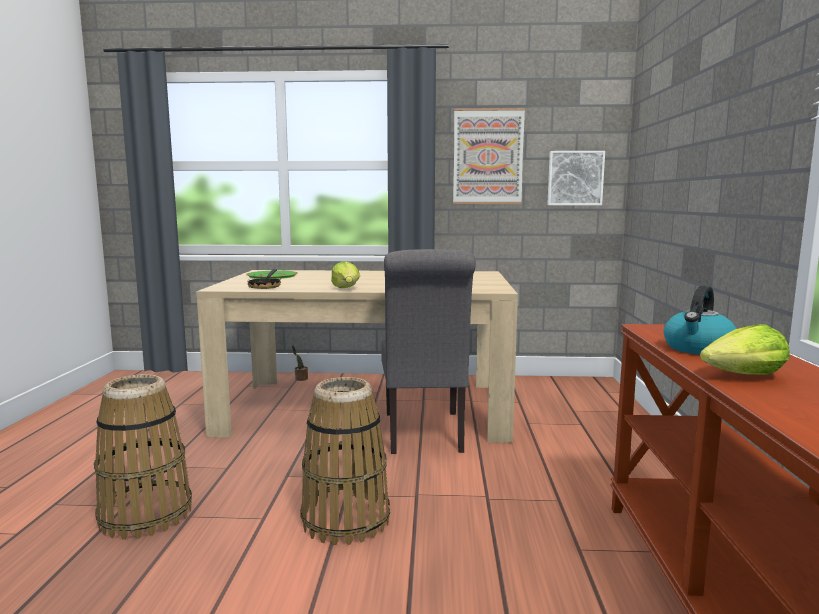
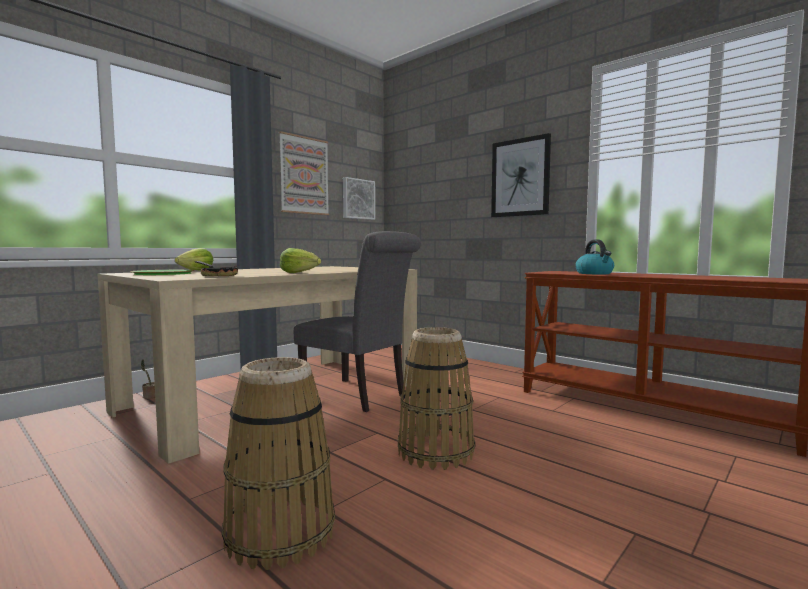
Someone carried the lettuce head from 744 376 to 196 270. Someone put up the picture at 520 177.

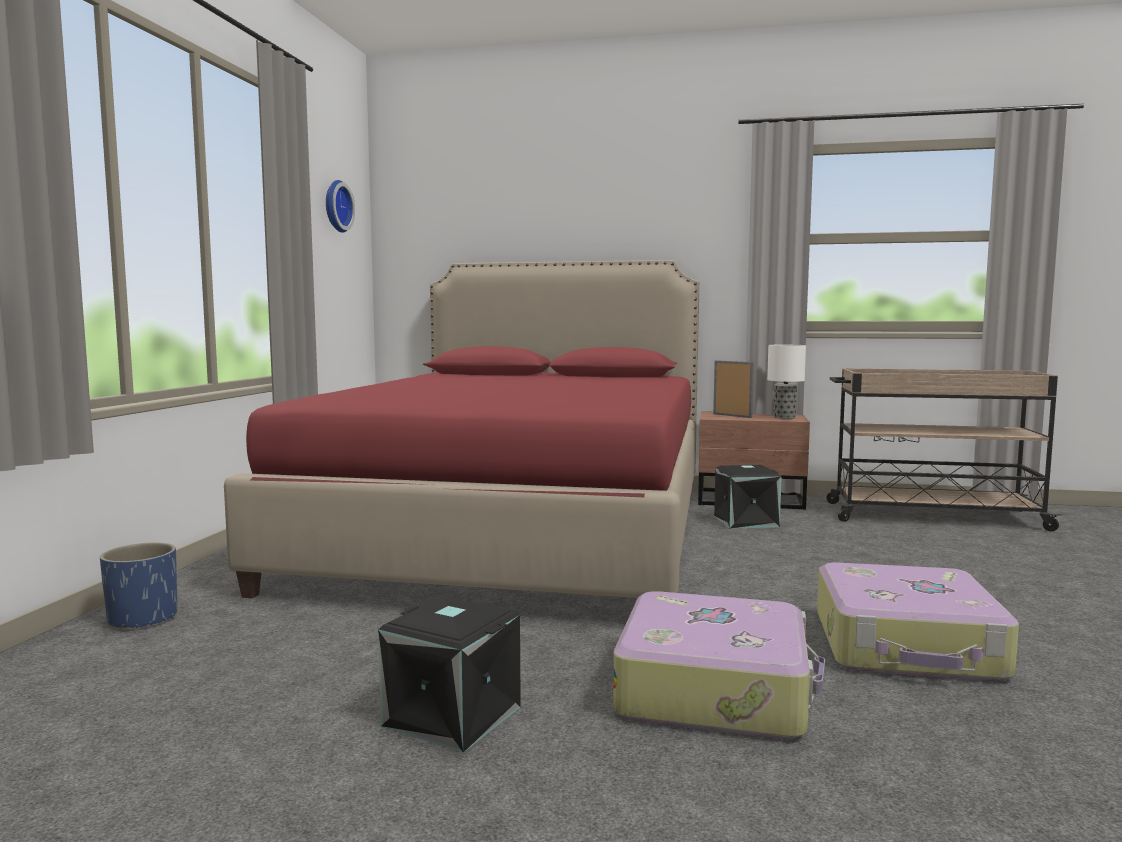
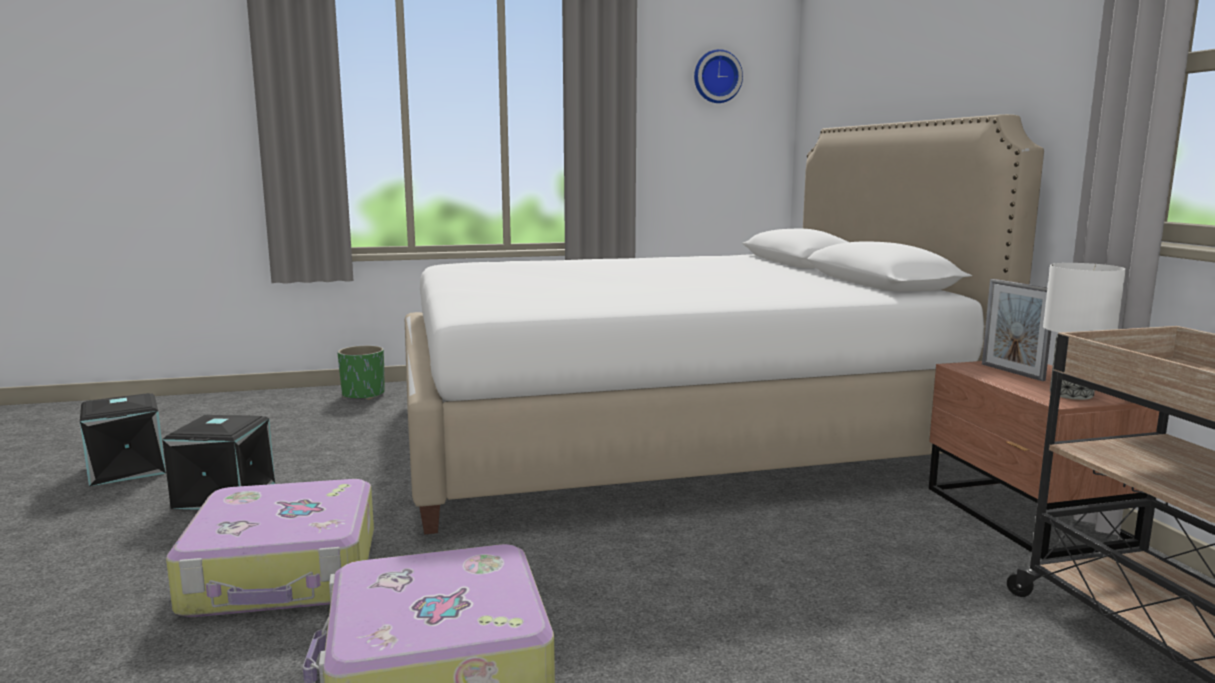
Someone repainted the bluish planter at 143 619, which became the green planter at 363 394. Someone repainted the reddish bed at 518 531, which became the whitish bed at 668 433. Someone rotated the standing frame at 732 416 by 135 degrees clockwise. Someone carried the blackish storage container from 746 521 to 129 469.

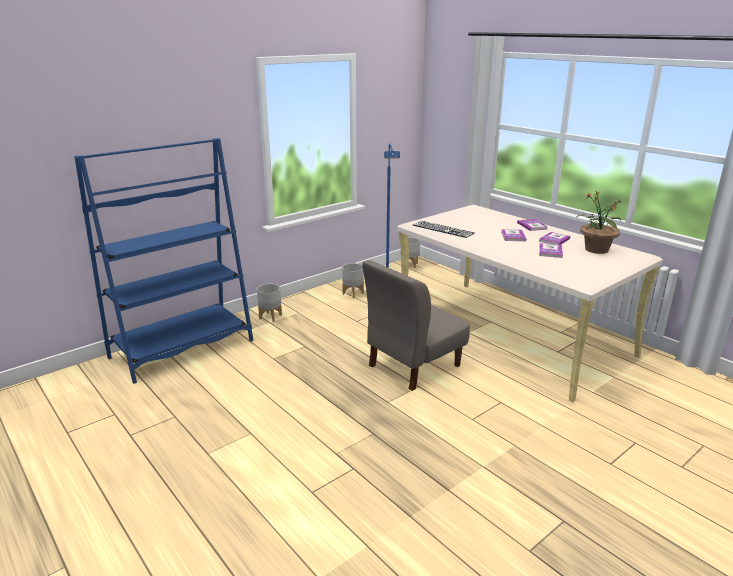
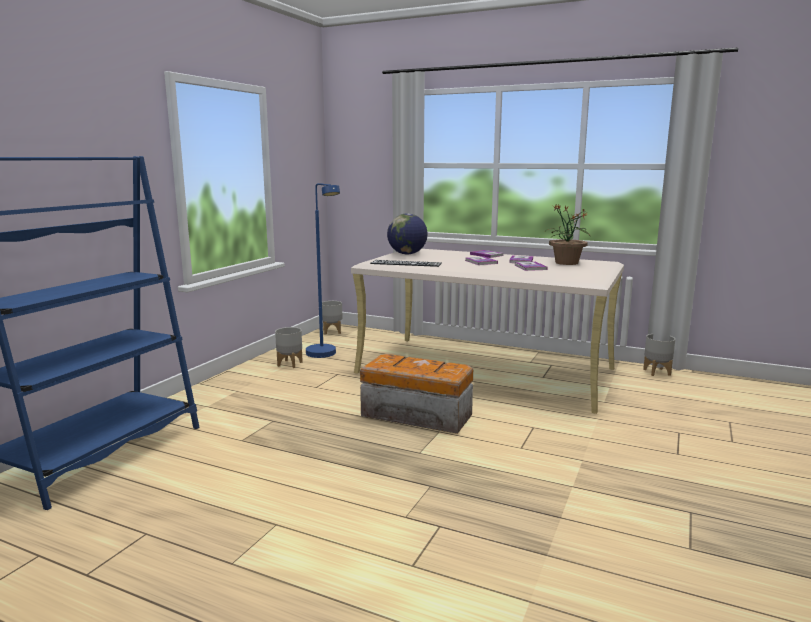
Someone carried the gray planter from 270 316 to 656 372. Someone swapped the gray chair at 413 365 for the storage container at 416 414. Someone put down the world globe at 407 254.

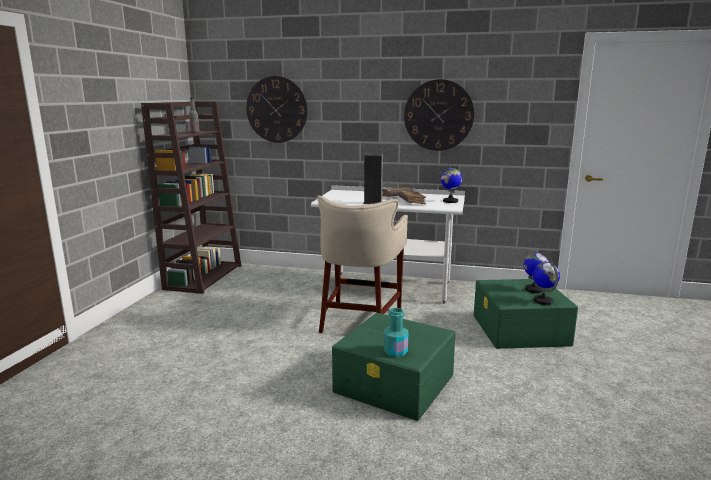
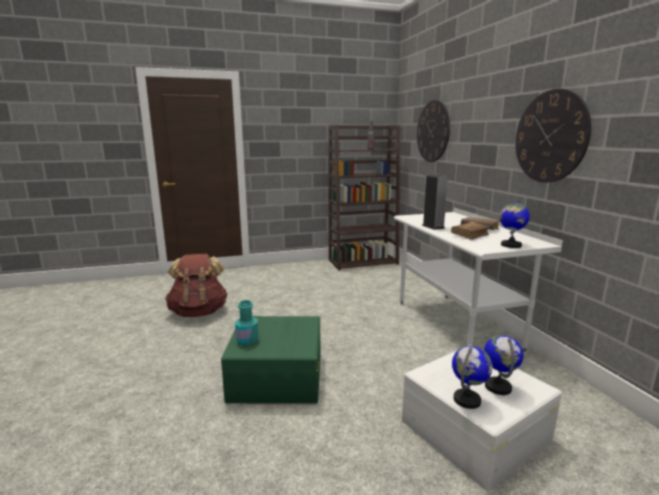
Someone took away the sand-coloured sitting stool at 360 320. Someone repainted the green storage container at 520 330, which became the whitish storage container at 473 430. Someone put down the brown-coloured backpack at 199 312.

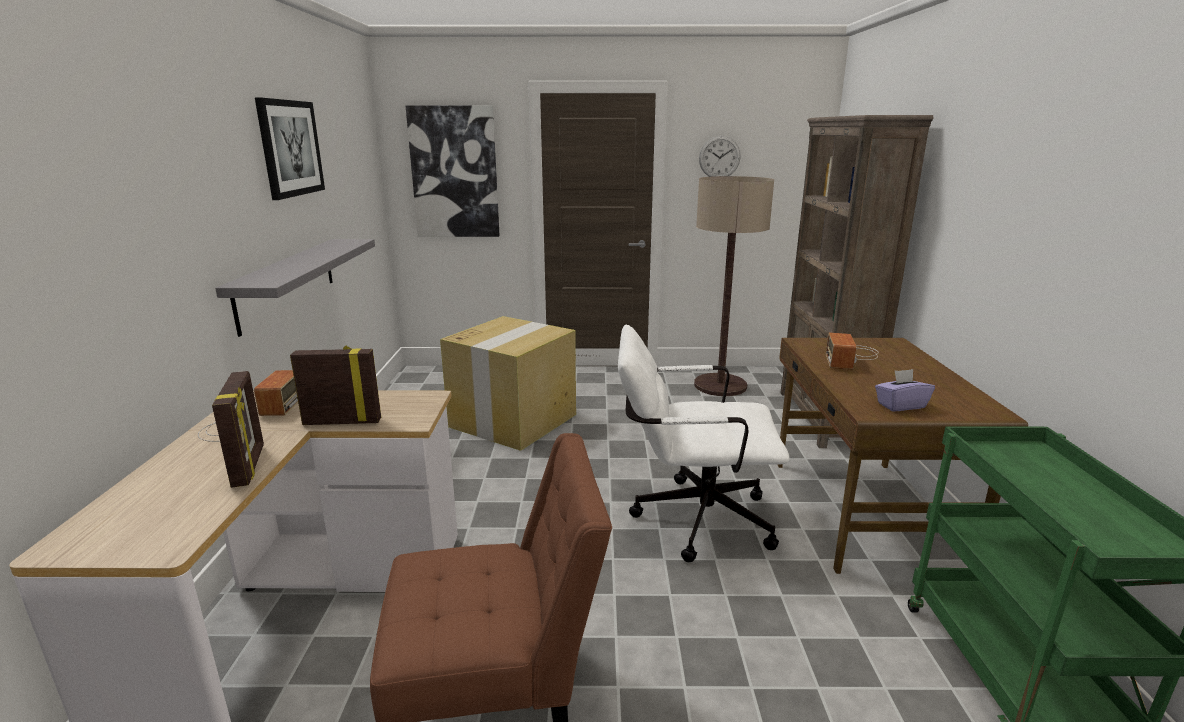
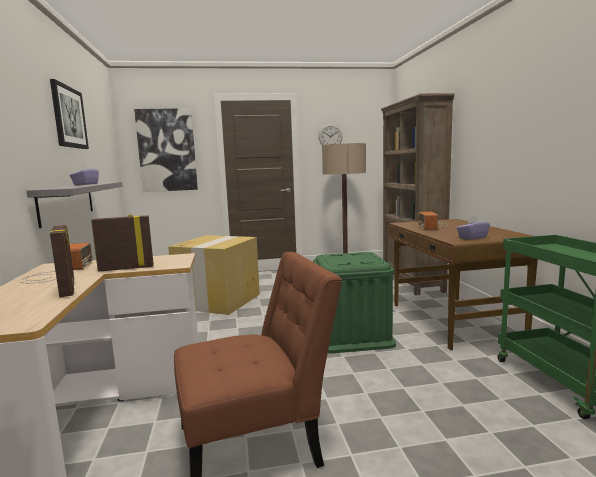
Someone swapped the whitish computer chair at 690 518 for the green storage container at 352 335. Someone put down the purple box of tissues at 85 184.

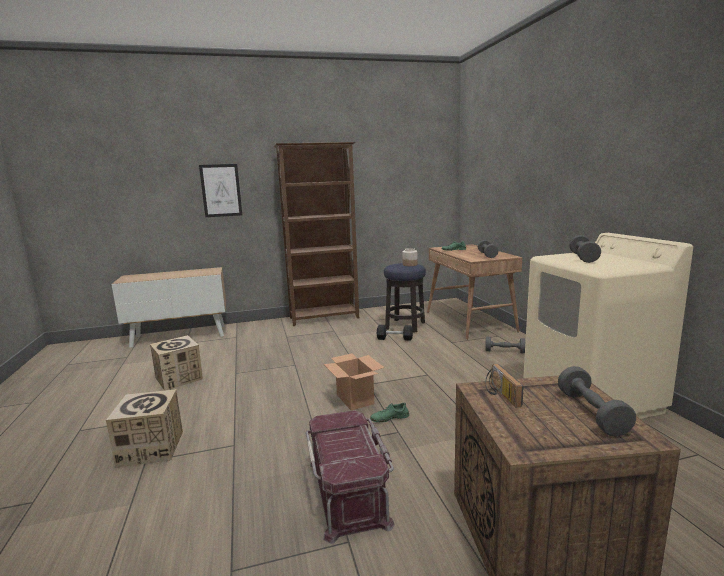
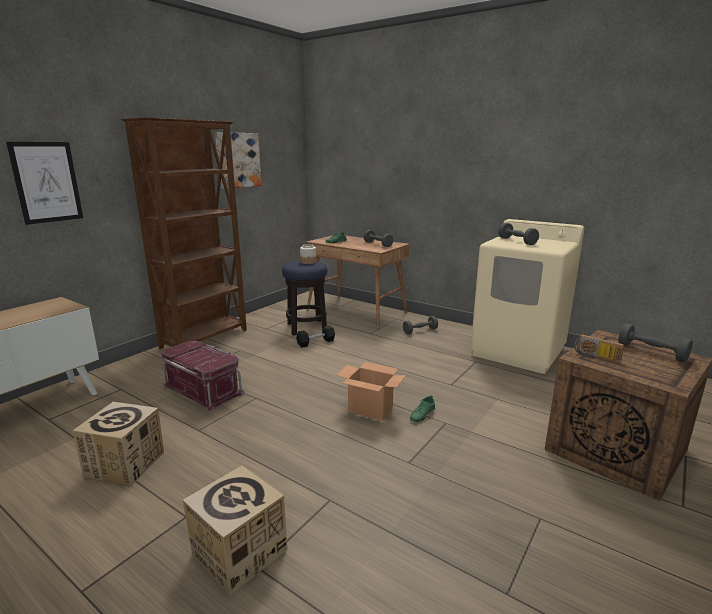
Someone carried the reddish storage container from 349 491 to 204 389. Someone put up the picture at 238 160.

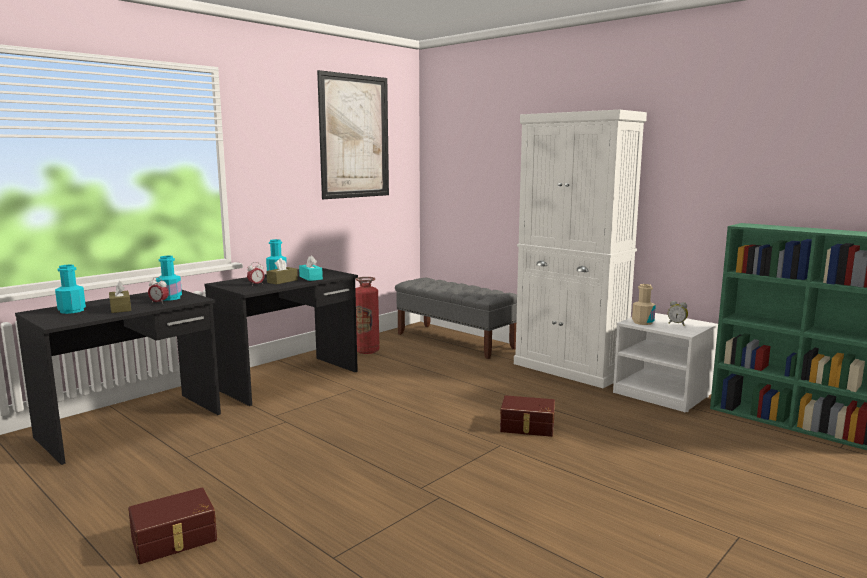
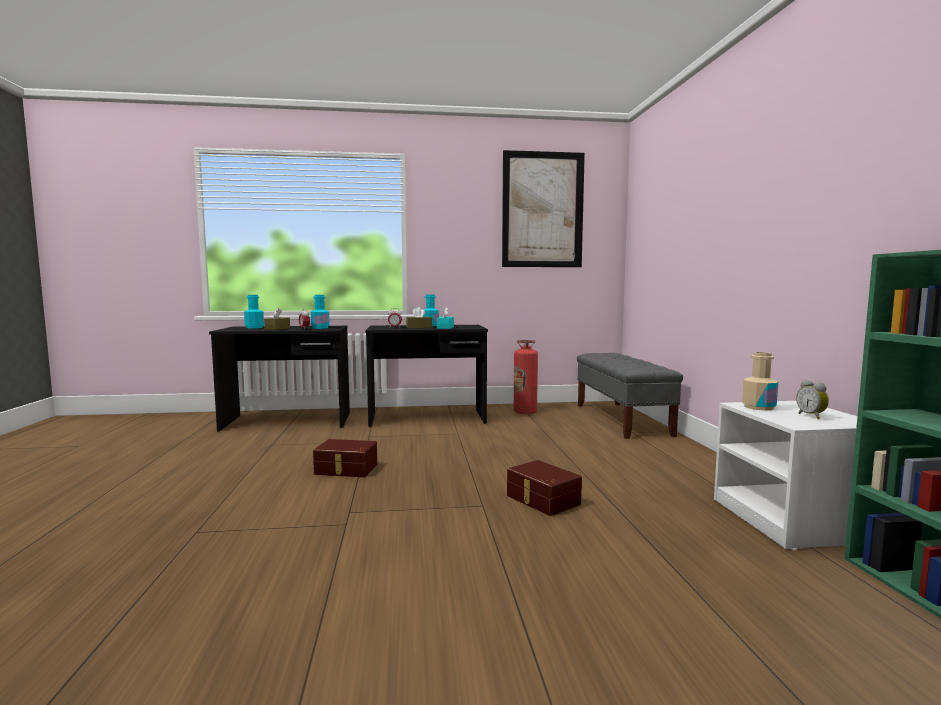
Someone carried the brown-coloured storage container from 174 539 to 346 469. Someone took away the whitish storage cabinet at 570 369.

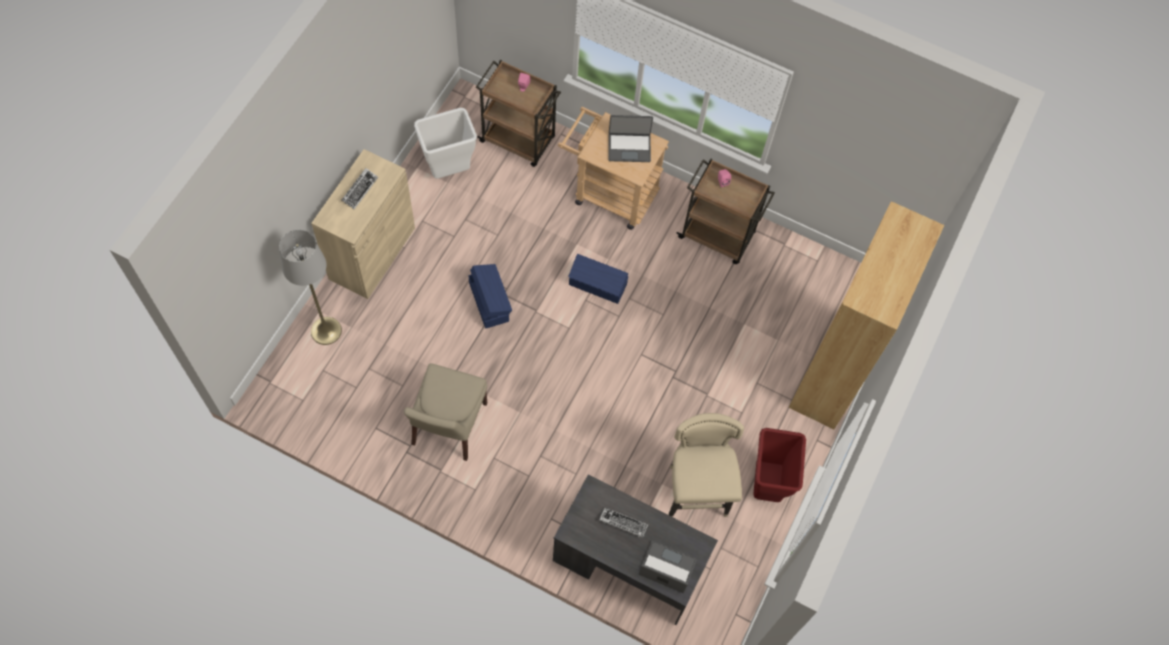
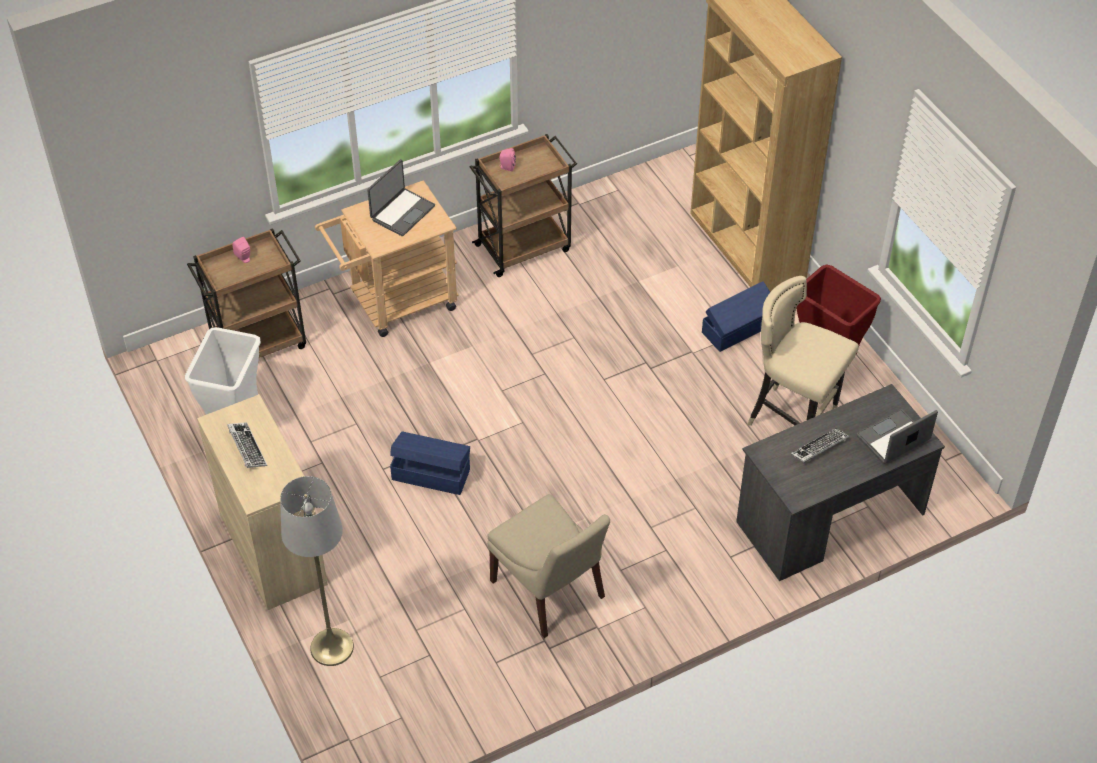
Someone carried the bluish storage container from 598 285 to 739 329.

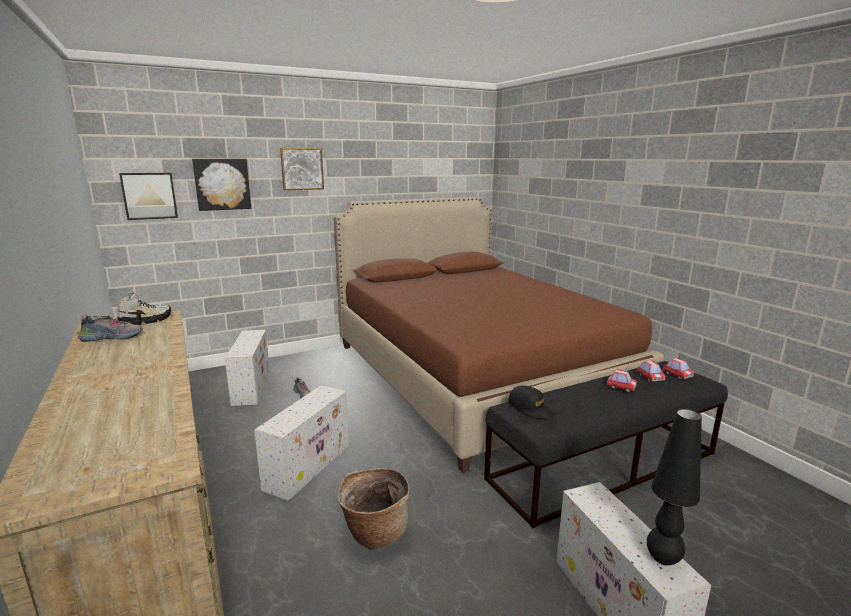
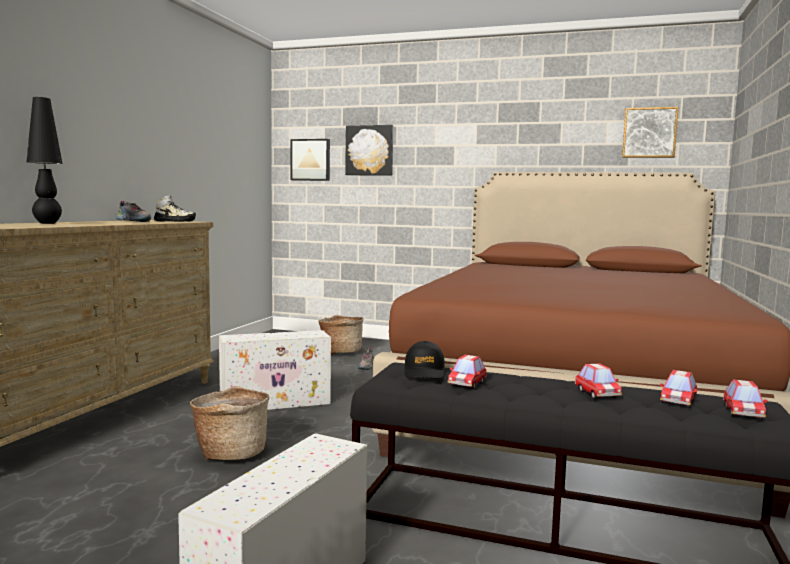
Someone swapped the whitish storage container at 251 387 for the basket at 340 352. Someone carried the picture from 302 169 to 649 133. Someone carried the blackish table lamp from 662 559 to 47 223. Someone put down the miniature car at 467 384.

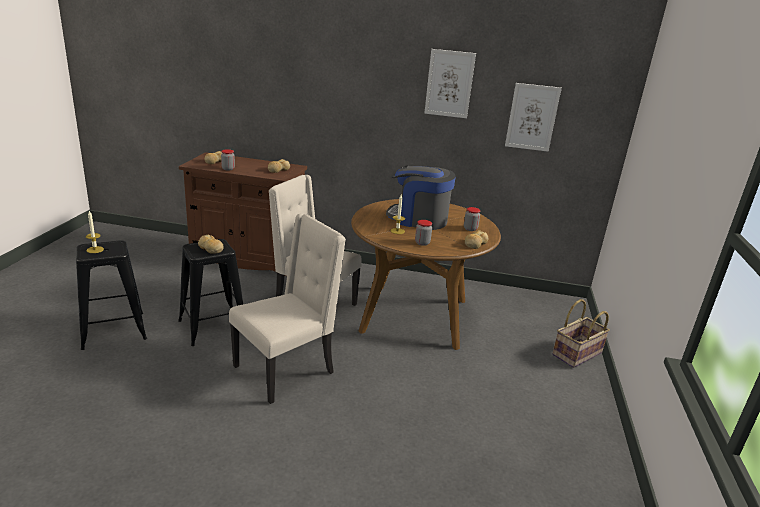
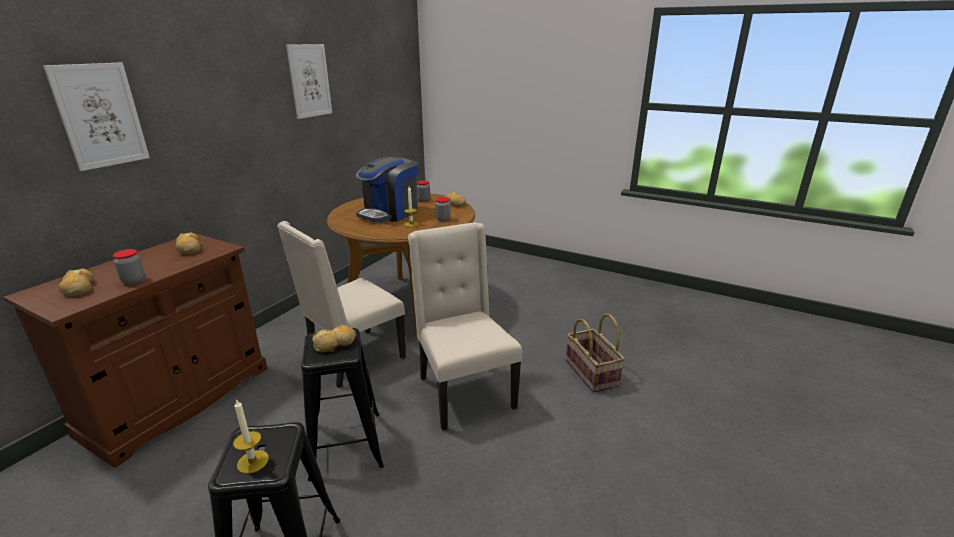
Someone carried the picture from 532 117 to 100 116. Someone carried the basket from 577 354 to 592 373.

